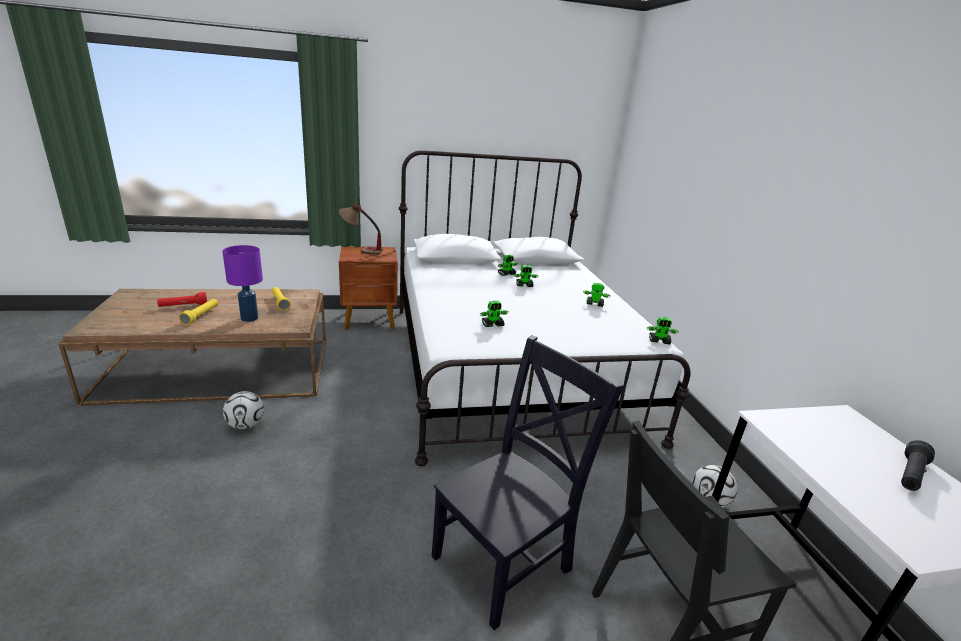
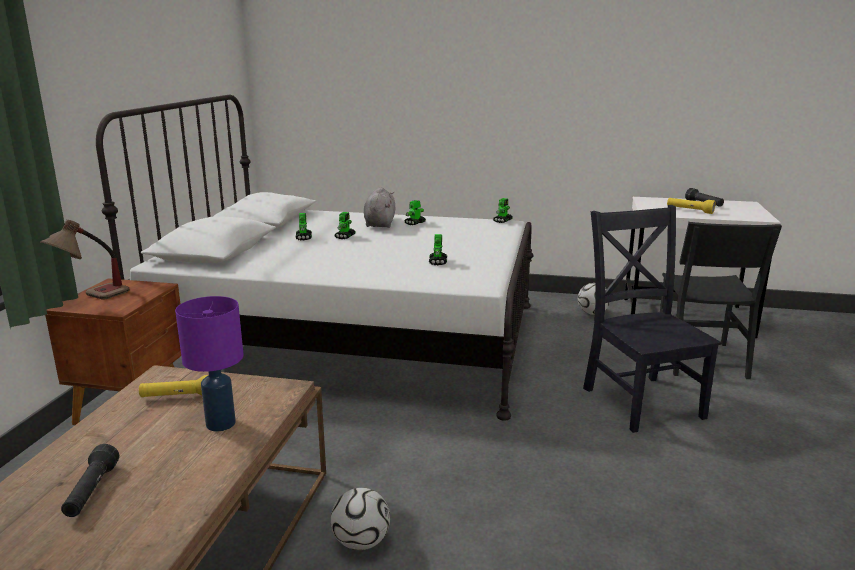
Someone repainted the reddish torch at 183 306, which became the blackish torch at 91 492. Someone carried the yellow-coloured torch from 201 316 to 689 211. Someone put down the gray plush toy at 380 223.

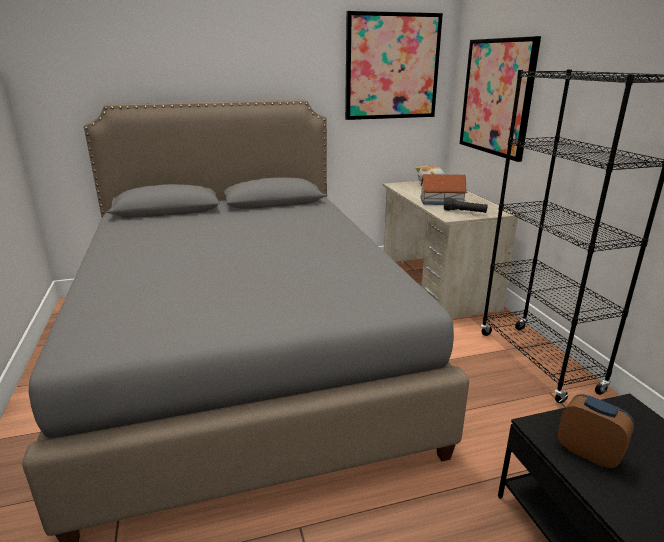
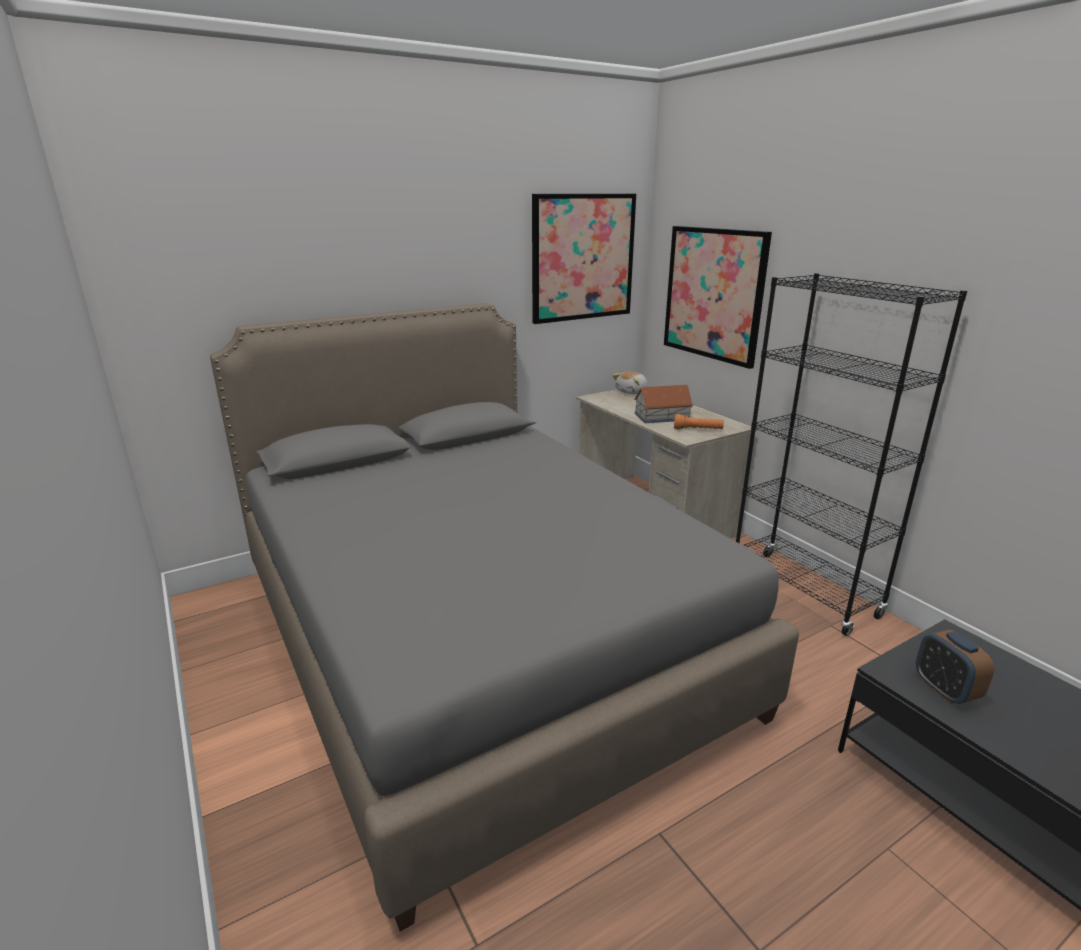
Someone repainted the blackish torch at 464 212, which became the orange-coloured torch at 697 430. Someone rotated the alarm clock at 588 453 by 135 degrees counterclockwise.

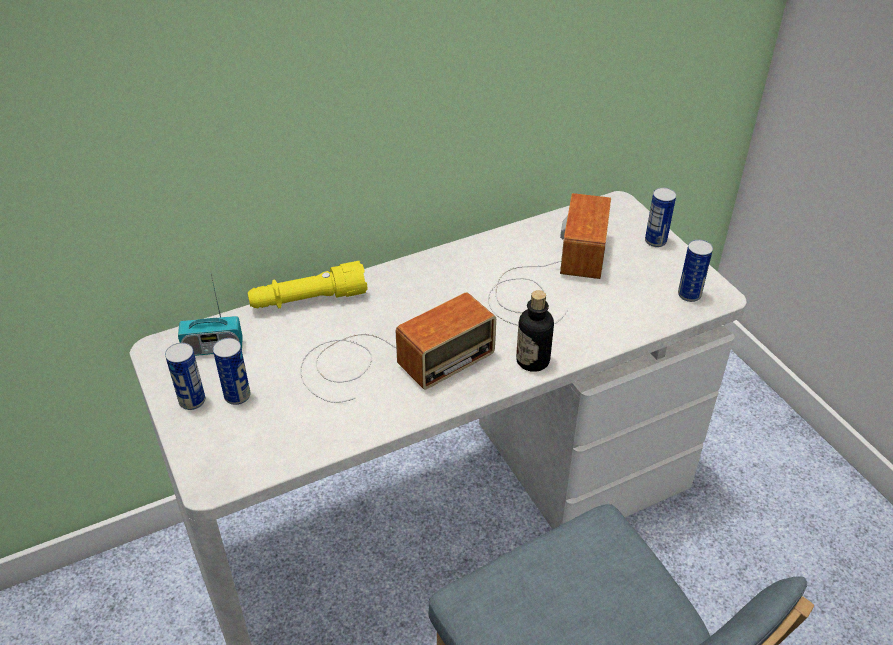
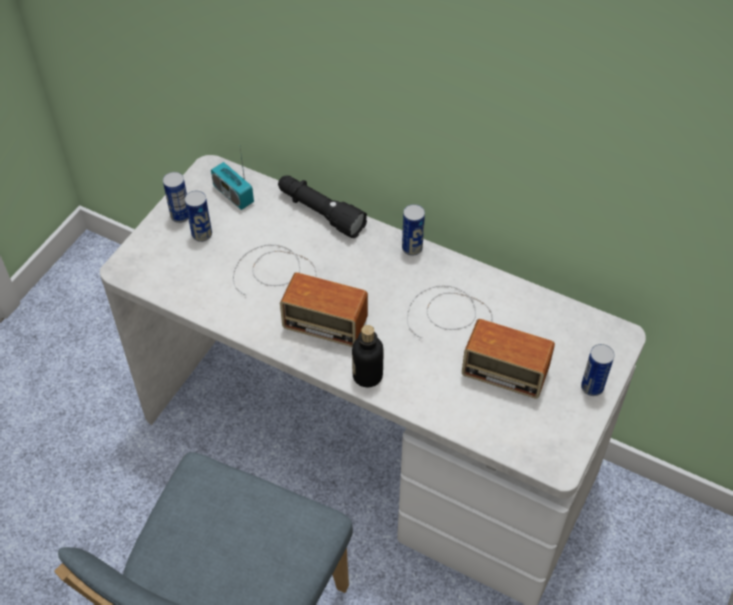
Someone repainted the yellow-coloured torch at 308 300, which became the blackish torch at 320 212. Someone rotated the radio receiver at 549 277 by 45 degrees clockwise. Someone carried the metal can from 689 295 to 412 248.

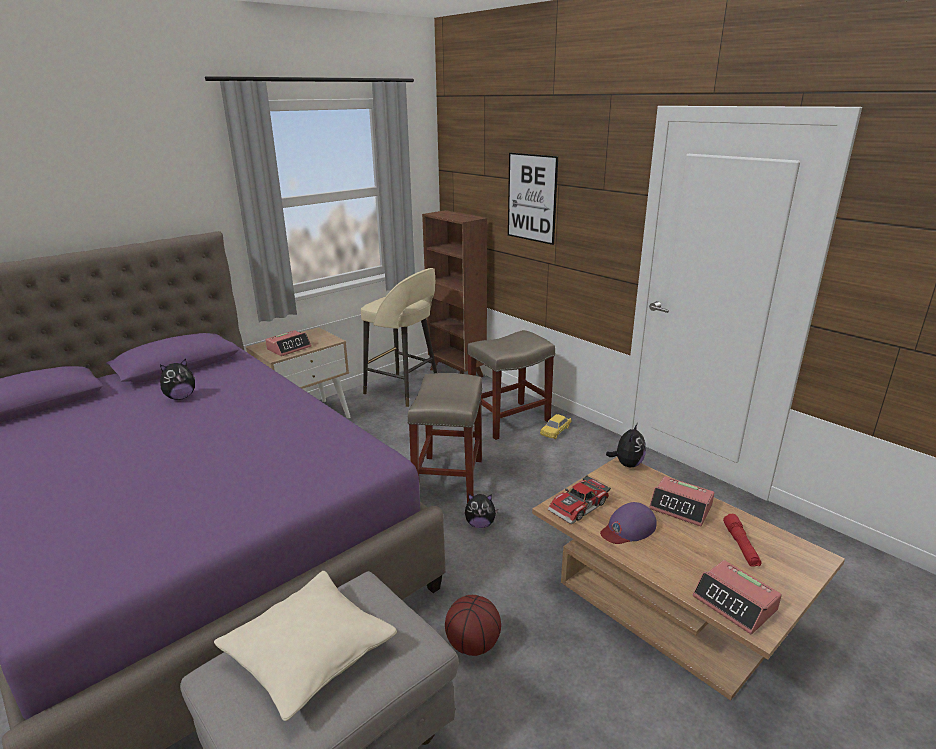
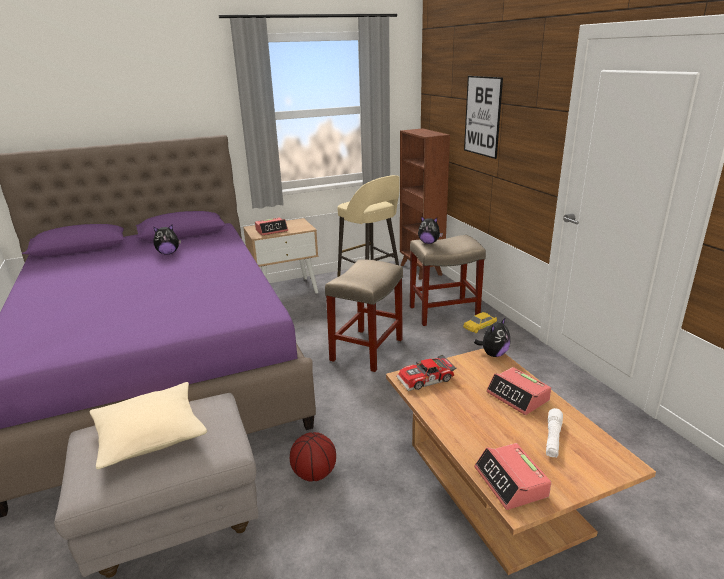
Someone carried the plush toy from 480 524 to 429 243. Someone took away the purple baseball cap at 628 528. Someone repainted the reddish torch at 740 546, which became the whitish torch at 553 438.

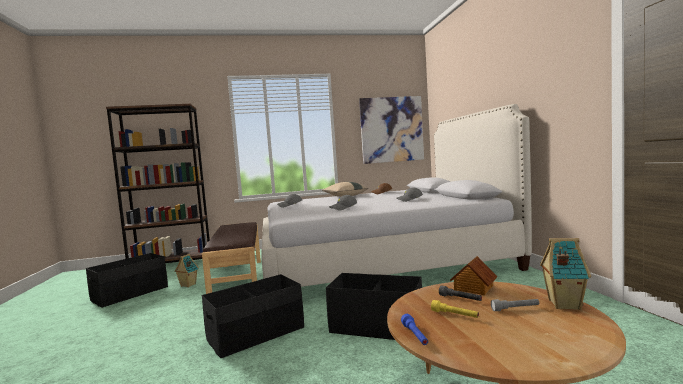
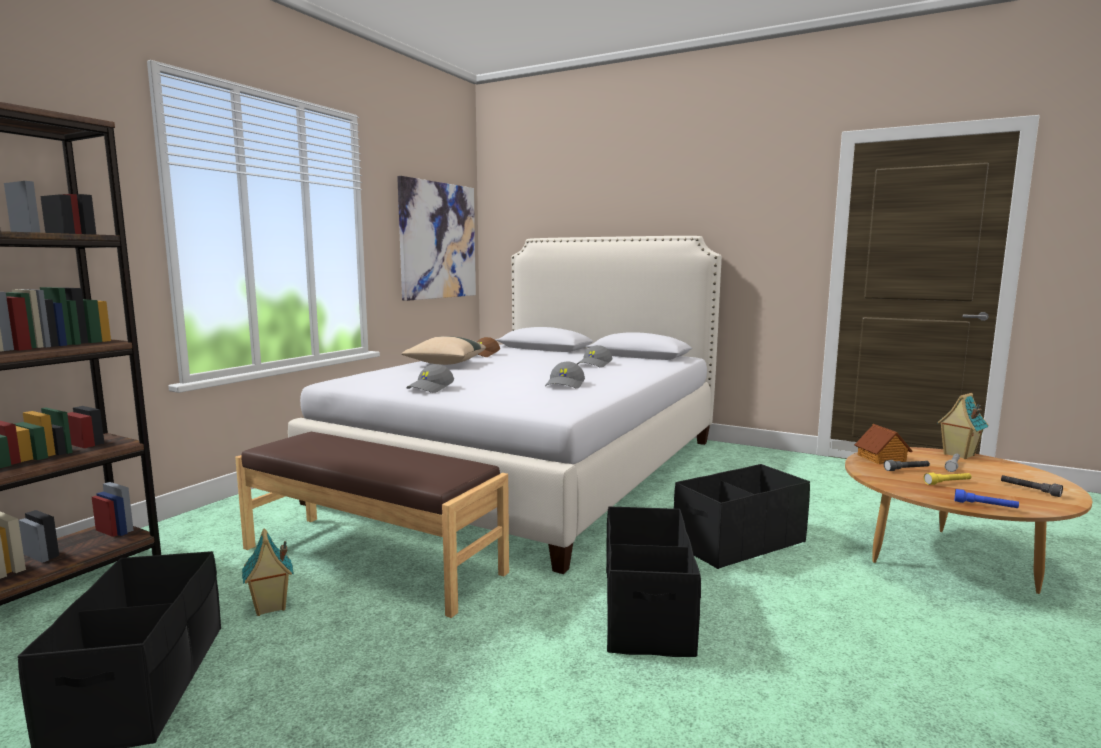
Someone put down the gray torch at 1029 490.

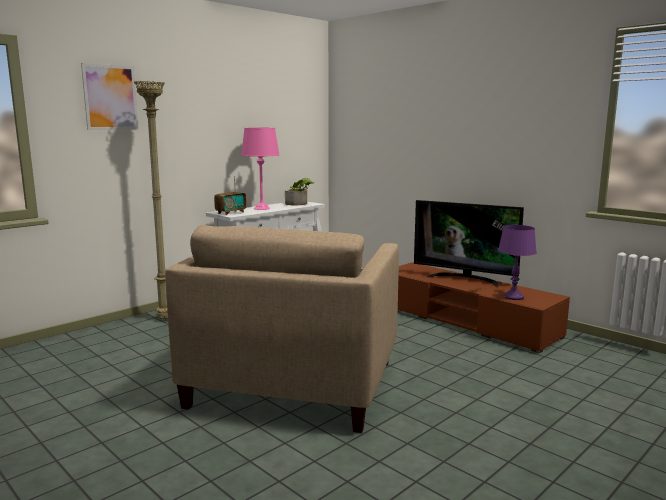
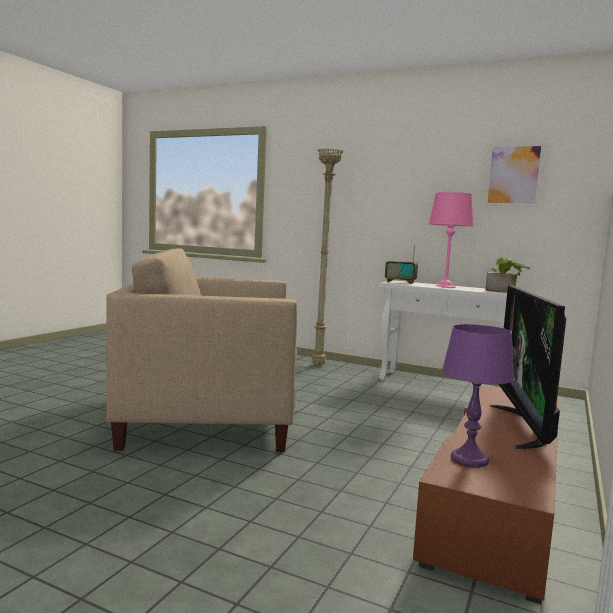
Someone carried the picture from 110 97 to 513 175.

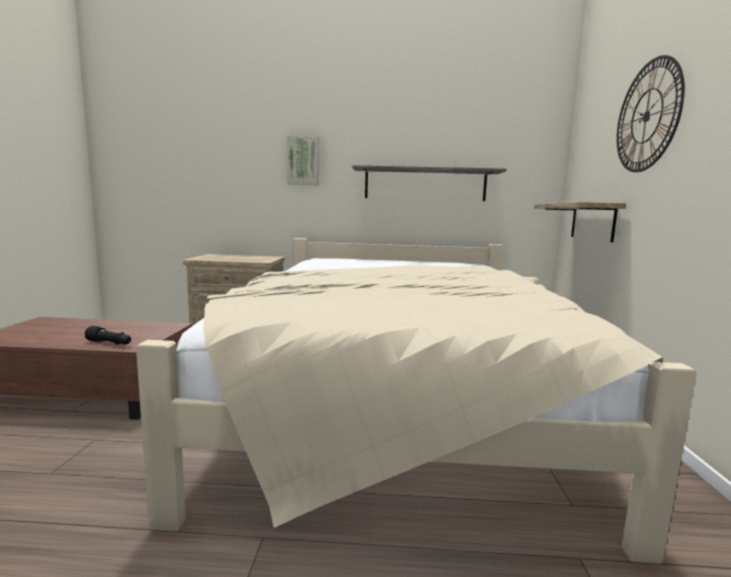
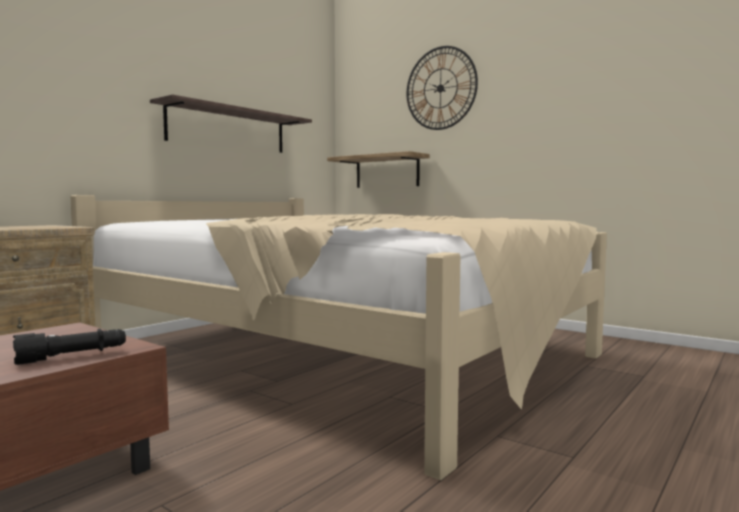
Someone took away the picture at 303 161.

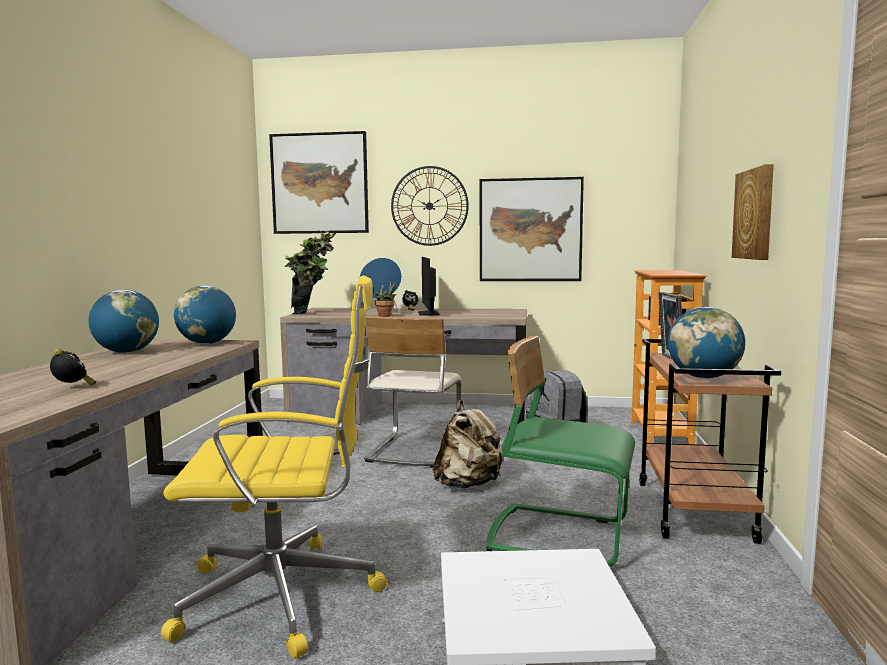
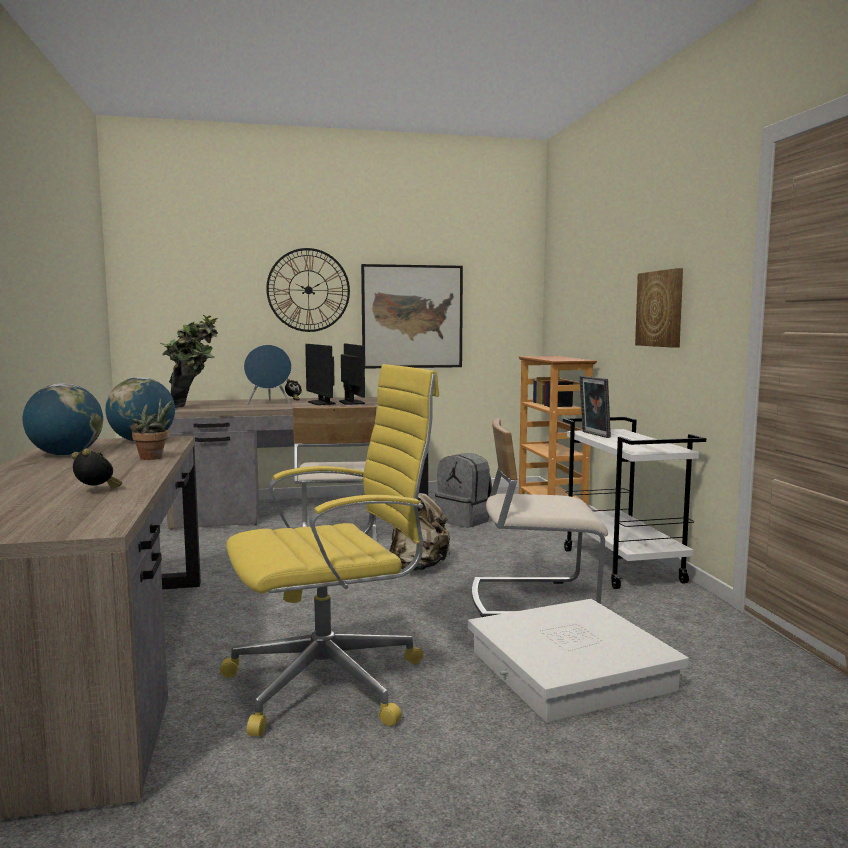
Someone took away the picture at 320 183. Someone carried the potted plant from 386 316 to 154 458. Someone repainted the green chair at 559 536, which became the sand-coloured chair at 532 598. Someone repainted the brown-coloured wheeled cart at 695 512, which became the whitish wheeled cart at 623 566. Someone took away the world globe at 704 377. Someone put down the computer screen at 351 402.

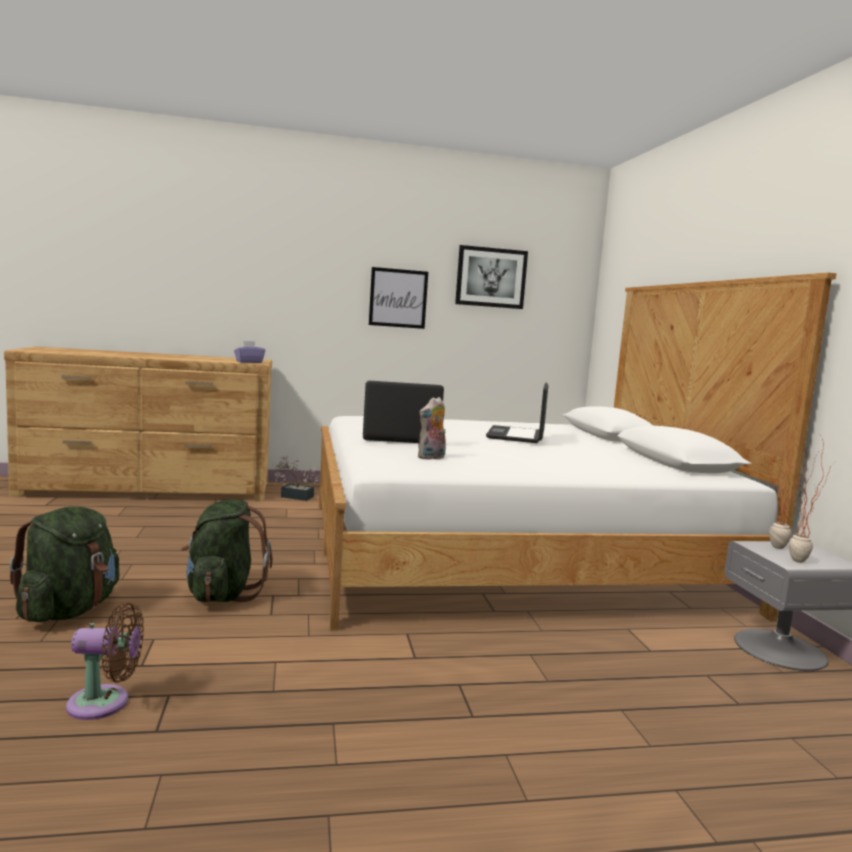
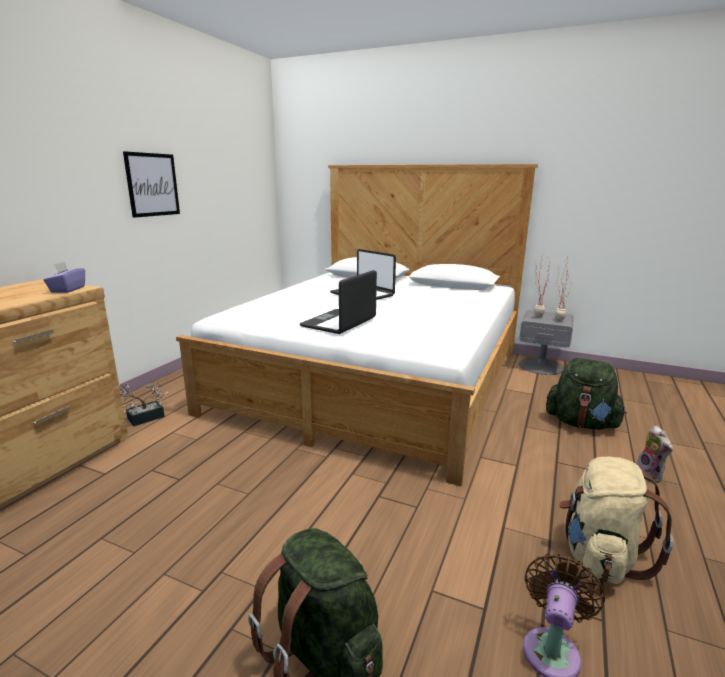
Someone carried the green backpack from 222 594 to 581 423. Someone carried the plush toy from 431 457 to 650 475. Someone took away the picture at 491 277. Someone put down the sand-coloured backpack at 599 556.

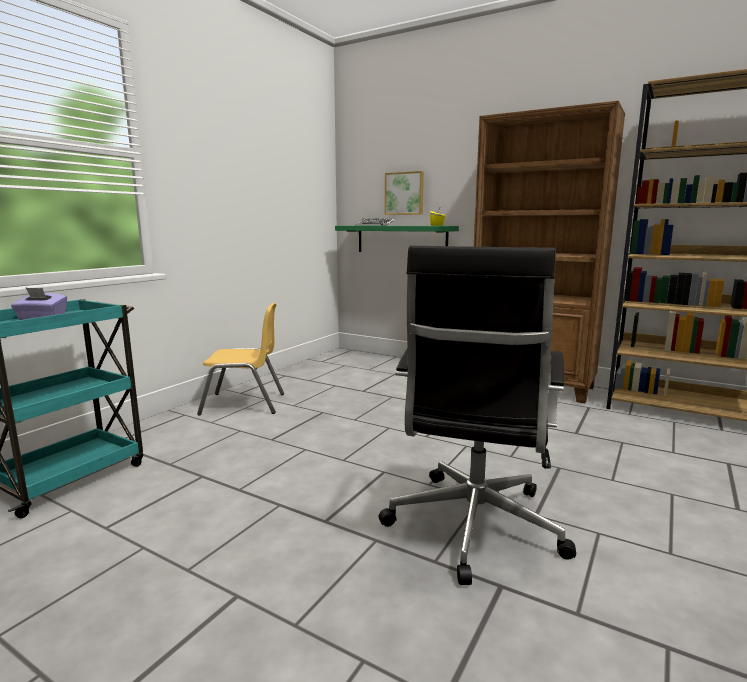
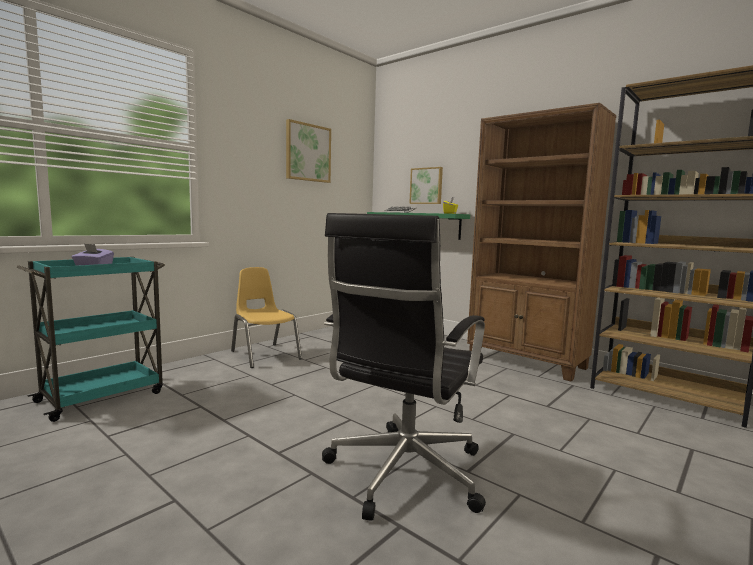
Someone rotated the yellow-coloured chair at 244 404 by 135 degrees counterclockwise. Someone put up the picture at 308 152.

